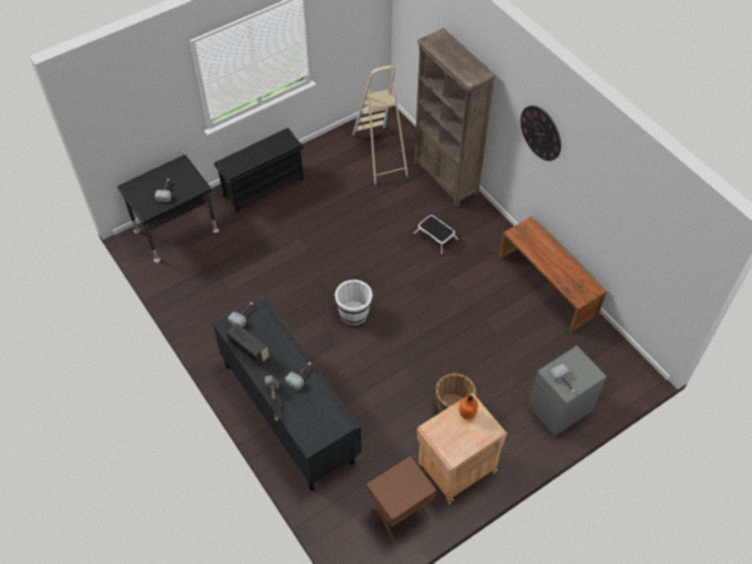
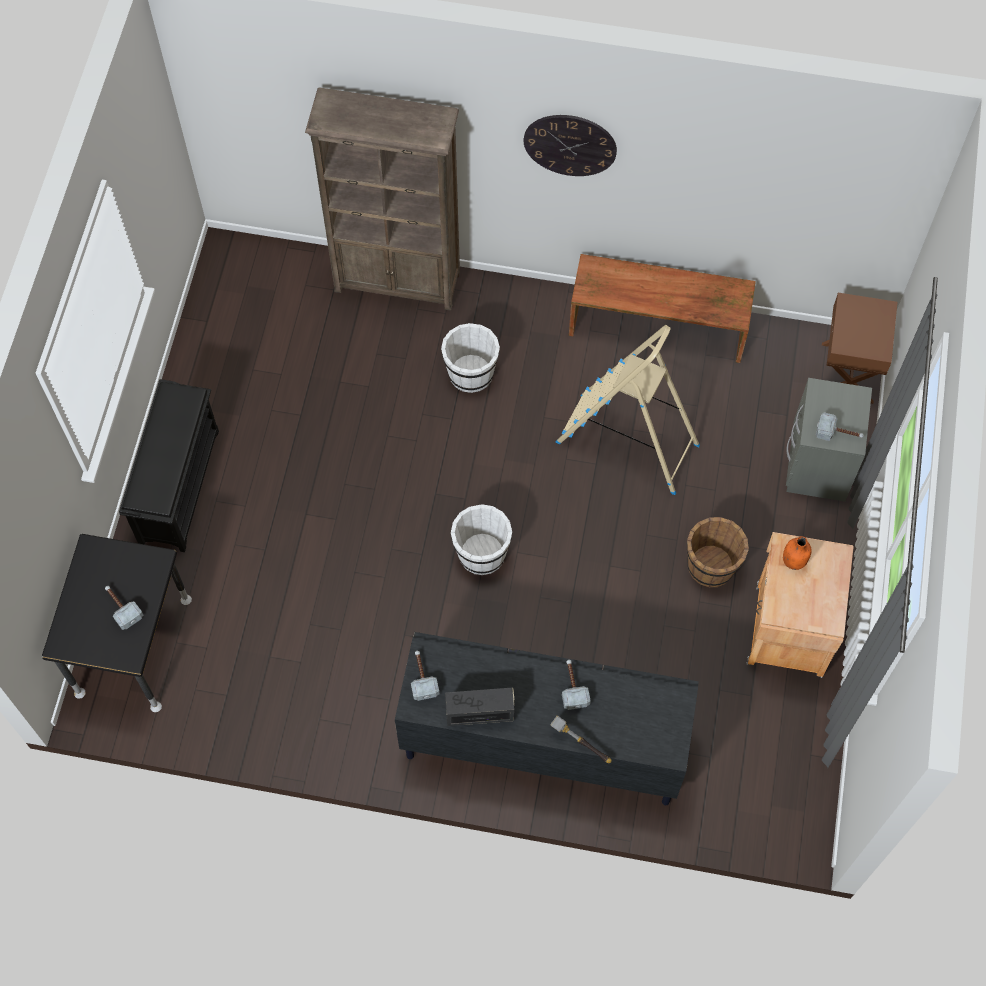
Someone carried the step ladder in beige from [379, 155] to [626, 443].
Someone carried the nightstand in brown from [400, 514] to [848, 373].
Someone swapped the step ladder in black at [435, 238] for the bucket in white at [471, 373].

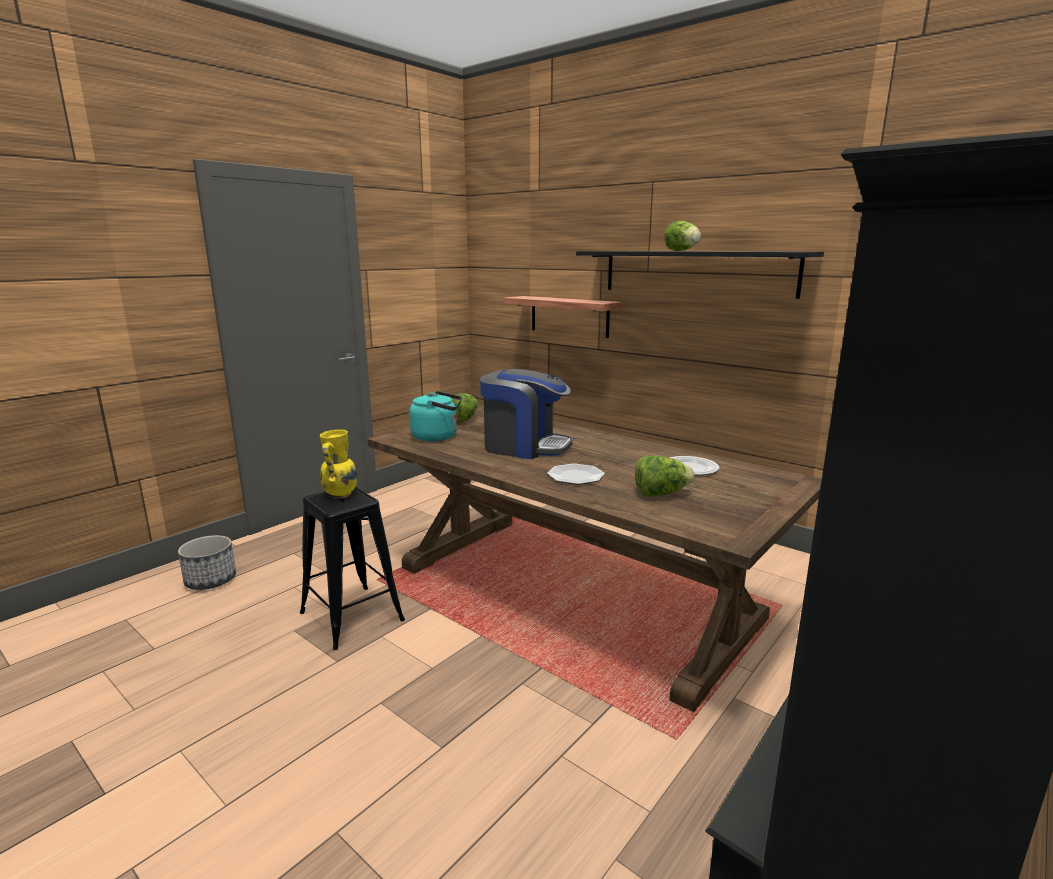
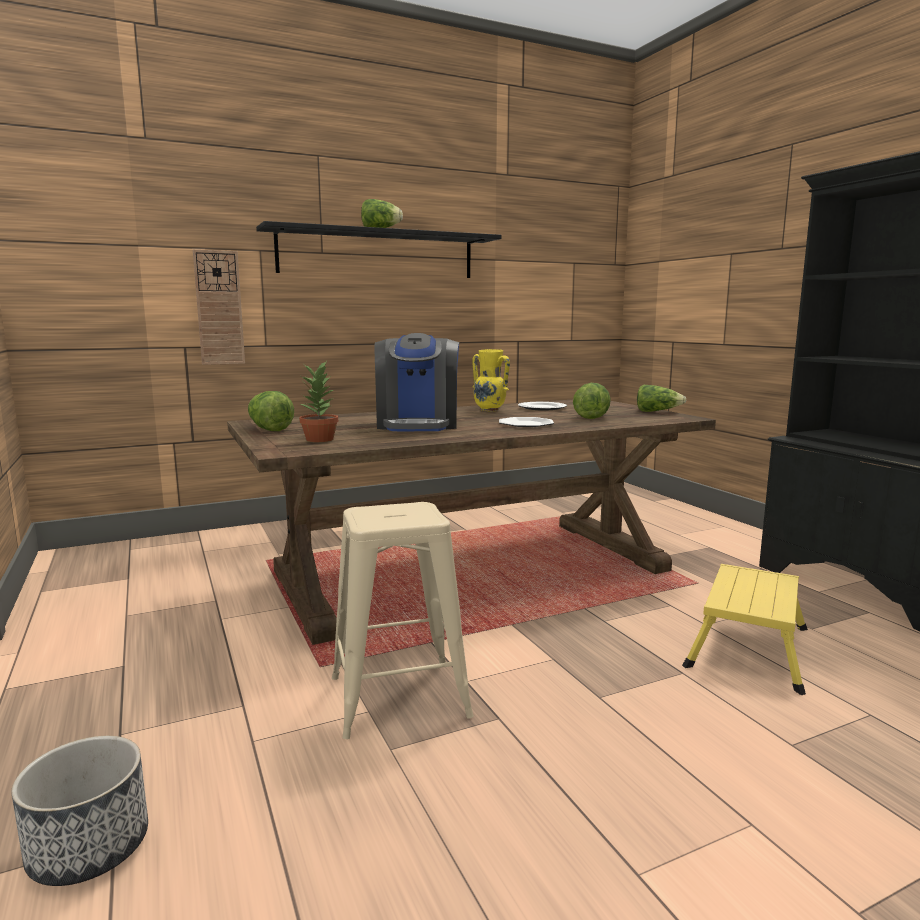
Someone repainted the stool in black at [351, 616], which became the stool in beige at [399, 697].
Someone carried the vase in yellow from [340, 495] to [490, 410].
Someone swapped the kettle in turquoise at [438, 437] for the potted plant at [320, 439].
Someone rotated the coffee machine at [525, 447] by 135 degrees clockwise.
Someone swapped the shelf at [569, 316] for the wall clock at [219, 308].
Someone put down the lettuce at [657, 411].
Someone put down the step ladder in yellow at [748, 647].

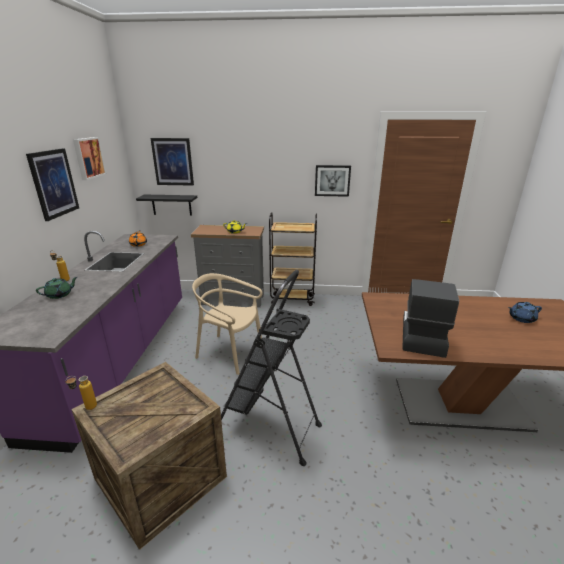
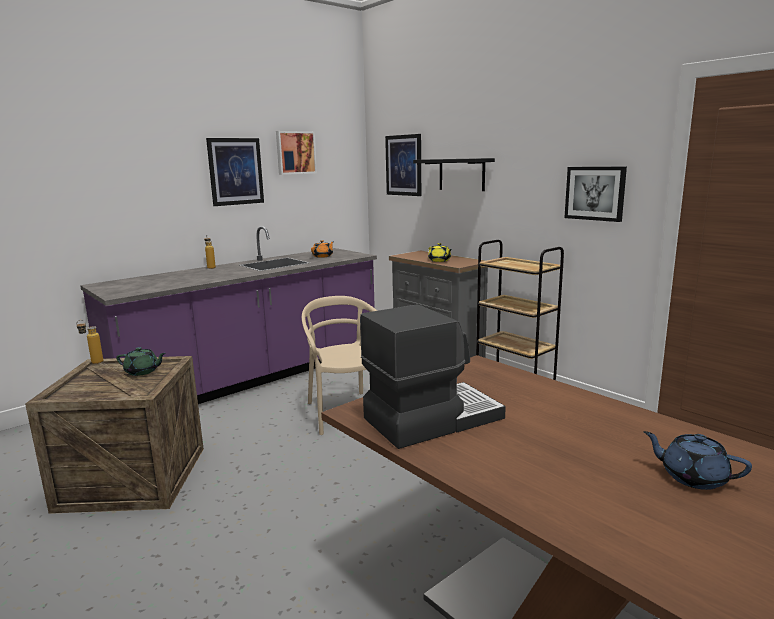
Someone carried the teapot in green from [60, 295] to [142, 371].
Someone carried the shelf in black from [171, 205] to [461, 174].
Someone took away the step ladder at [268, 428].

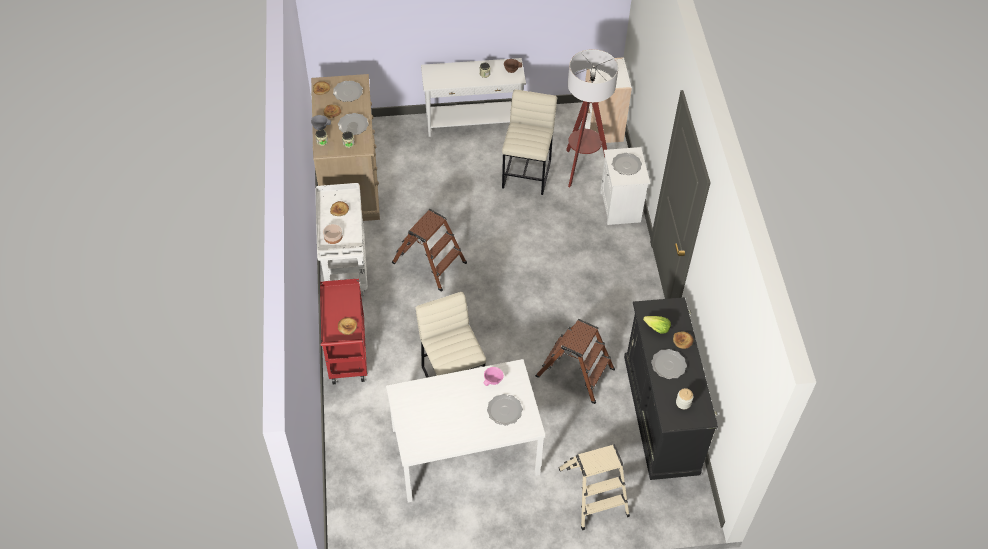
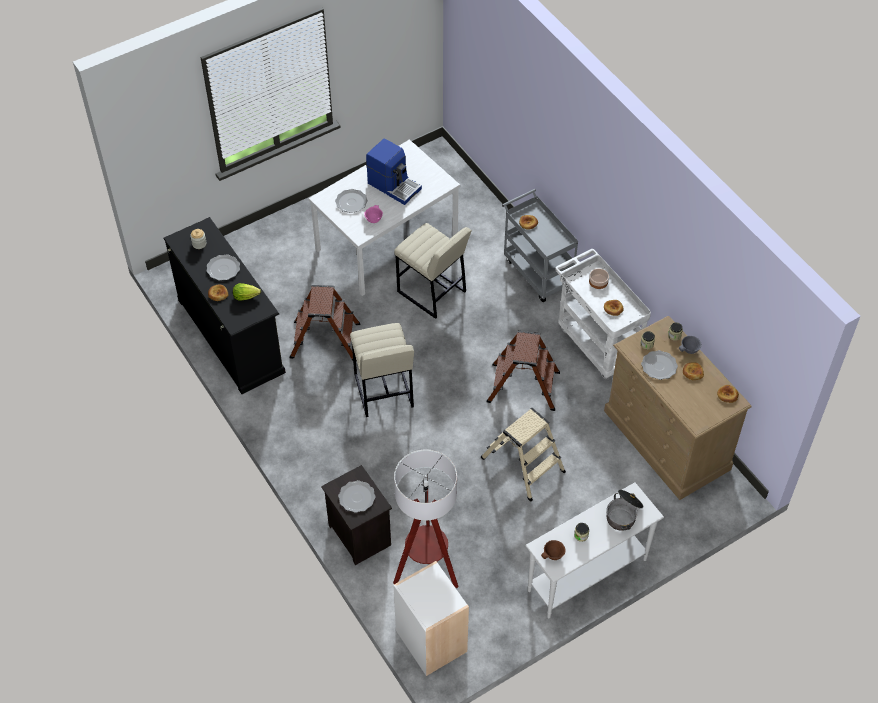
Someone repainted the cart in red at [347, 356], which became the cart in grey at [536, 274].
Someone took away the plate at [348, 92].
Someone carried the chair in beige from [527, 173] to [384, 392].
Someone carried the step ladder in beige from [593, 491] to [522, 464].
Someone repainted the nightstand in white at [621, 207], which became the nightstand in black at [358, 535].
Someone put down the coffee machine at [394, 185].
Someone put down the cooking pot at [623, 514].

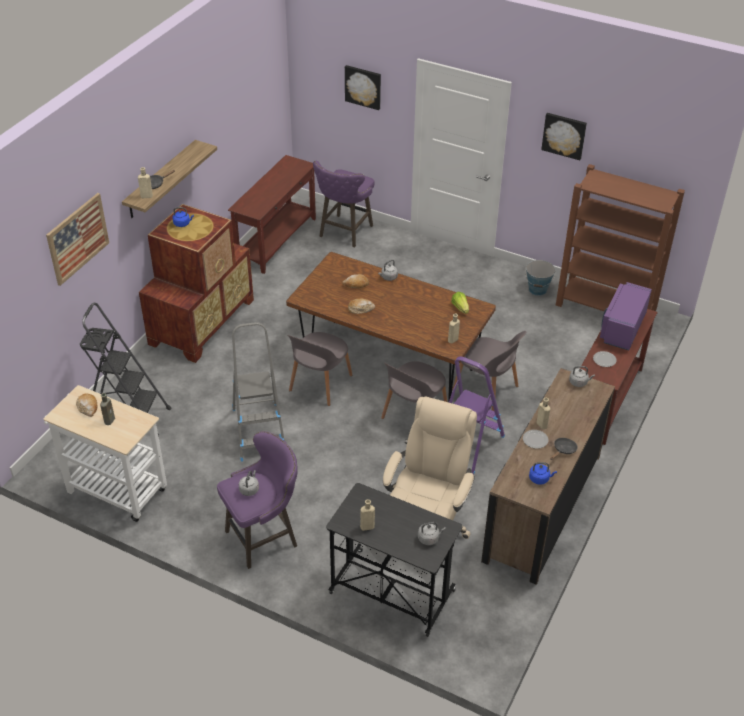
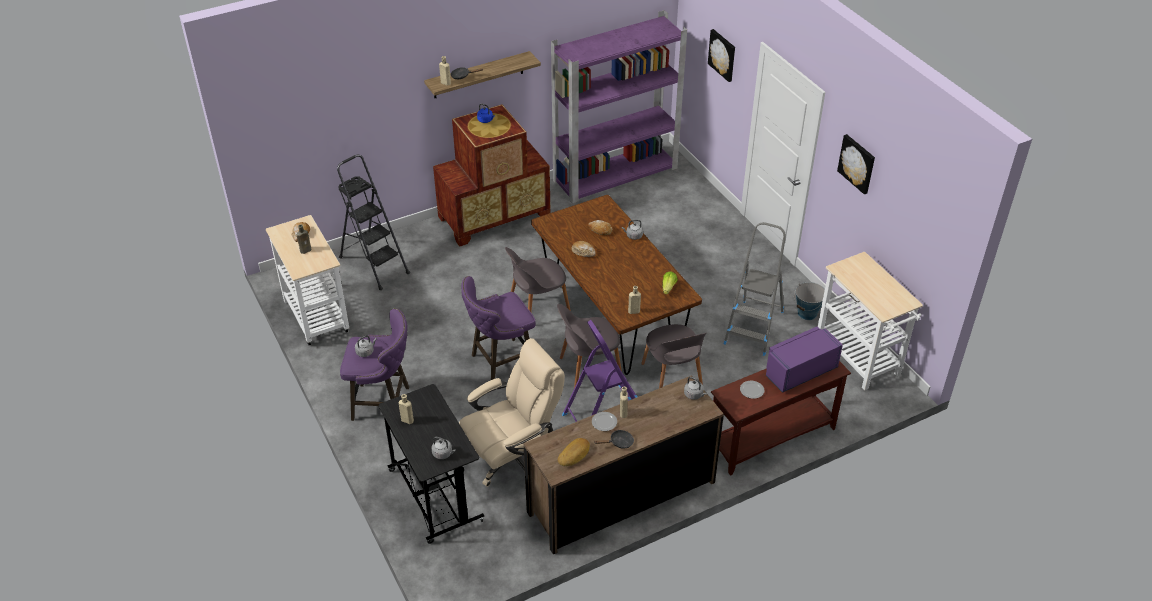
Someone took away the picture at [77, 238].
Someone swapped the console table in brown at [276, 241] for the bookcase in purple at [615, 174].
Someone carried the step ladder in grey from [259, 431] to [753, 327].
Someone carried the stool in purple from [344, 232] to [500, 362].
Someone swapped the kettle in blue at [540, 479] for the bread at [574, 454].
Someone swapped the bookcase in brown at [606, 307] for the cart in white at [858, 358].

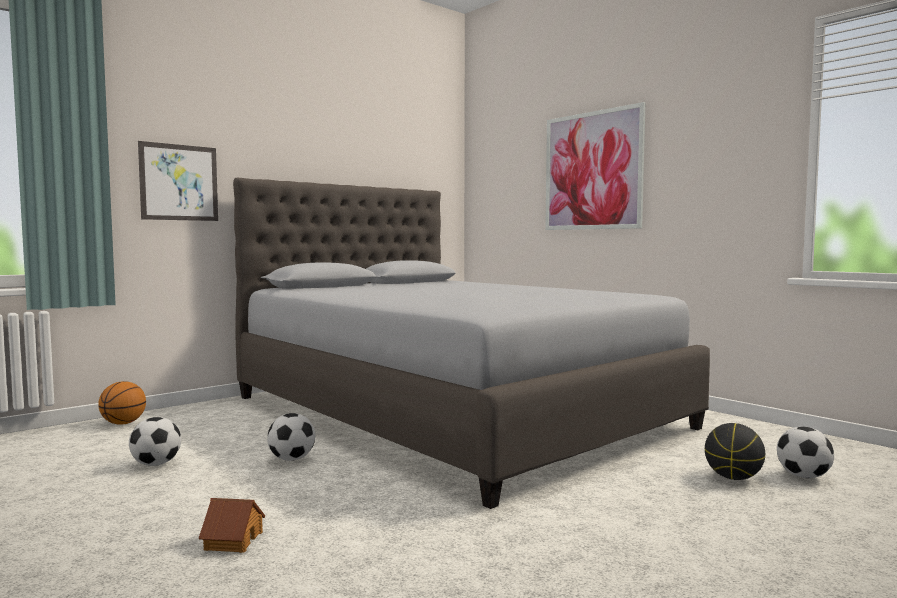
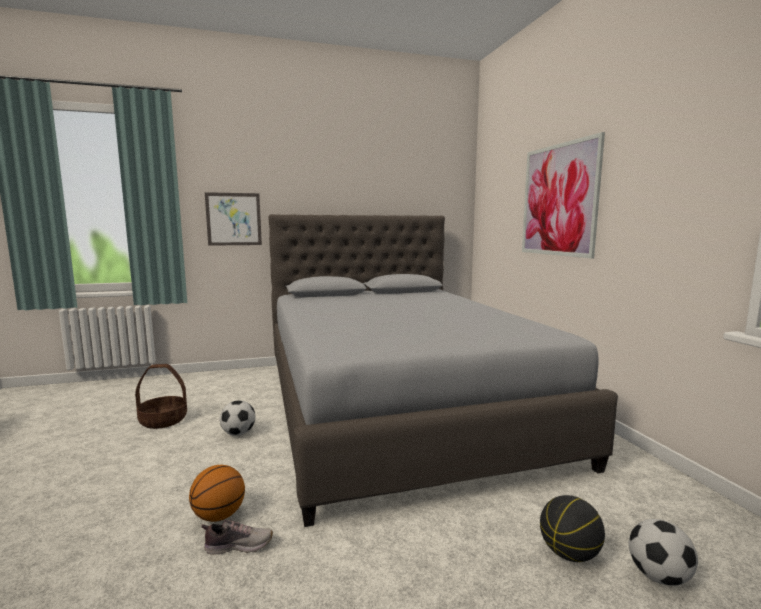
Someone carried the basketball from [123, 423] to [218, 516].
Someone swapped the football at [156, 464] for the basket at [163, 420].
Someone took away the toy house at [233, 540].
Someone put down the shoe at [238, 545].

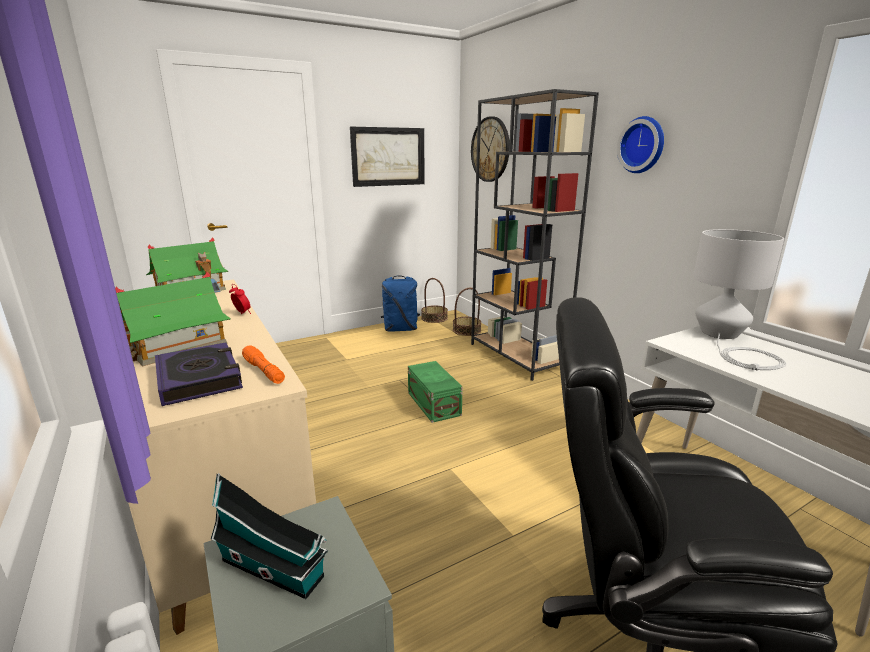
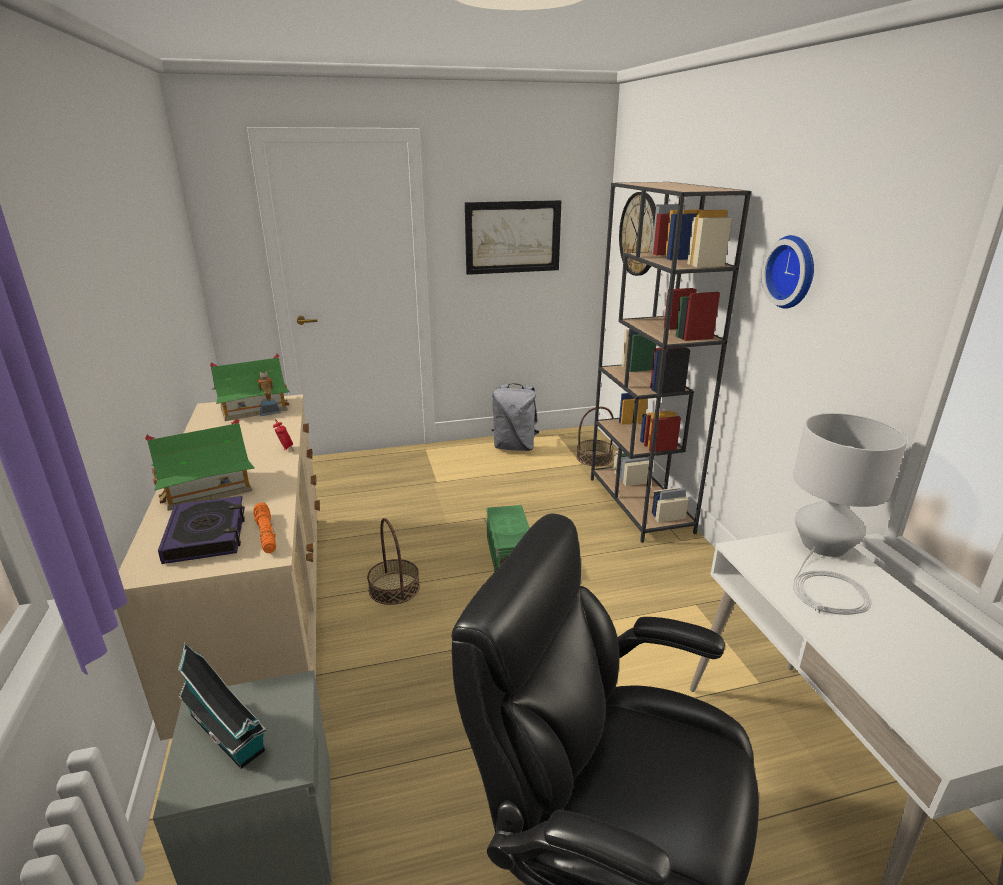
Someone repainted the backpack in blue at [400, 329], which became the backpack in grey at [515, 447].
Someone carried the basket from [434, 318] to [394, 588].

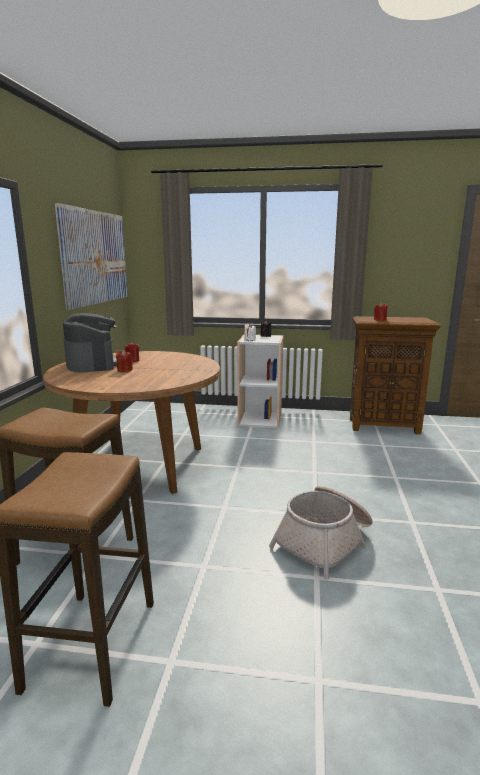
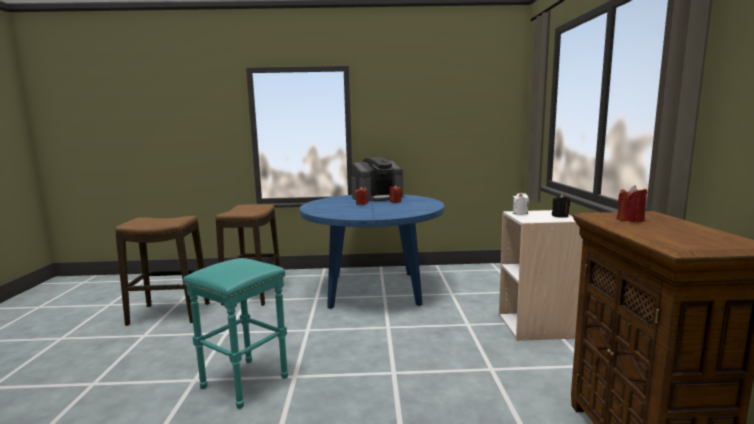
Someone repainted the dining table in brown at [141, 465], which became the dining table in blue at [374, 289].
Someone took away the picture at [95, 257].
Someone swapped the basket at [325, 542] for the stool in turquoise at [244, 383].

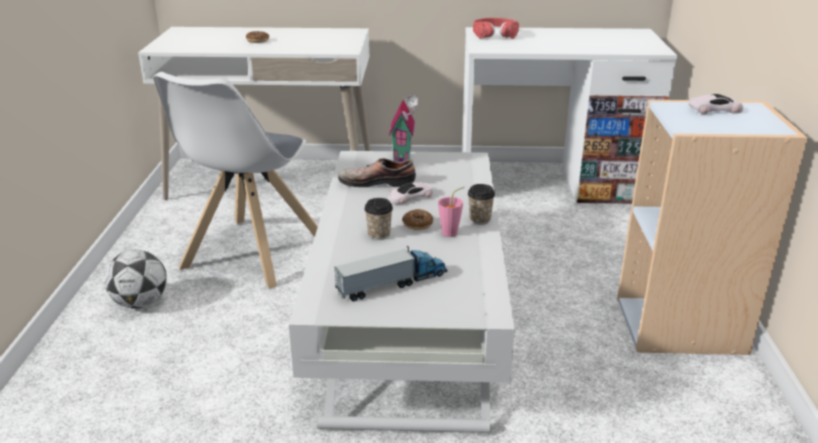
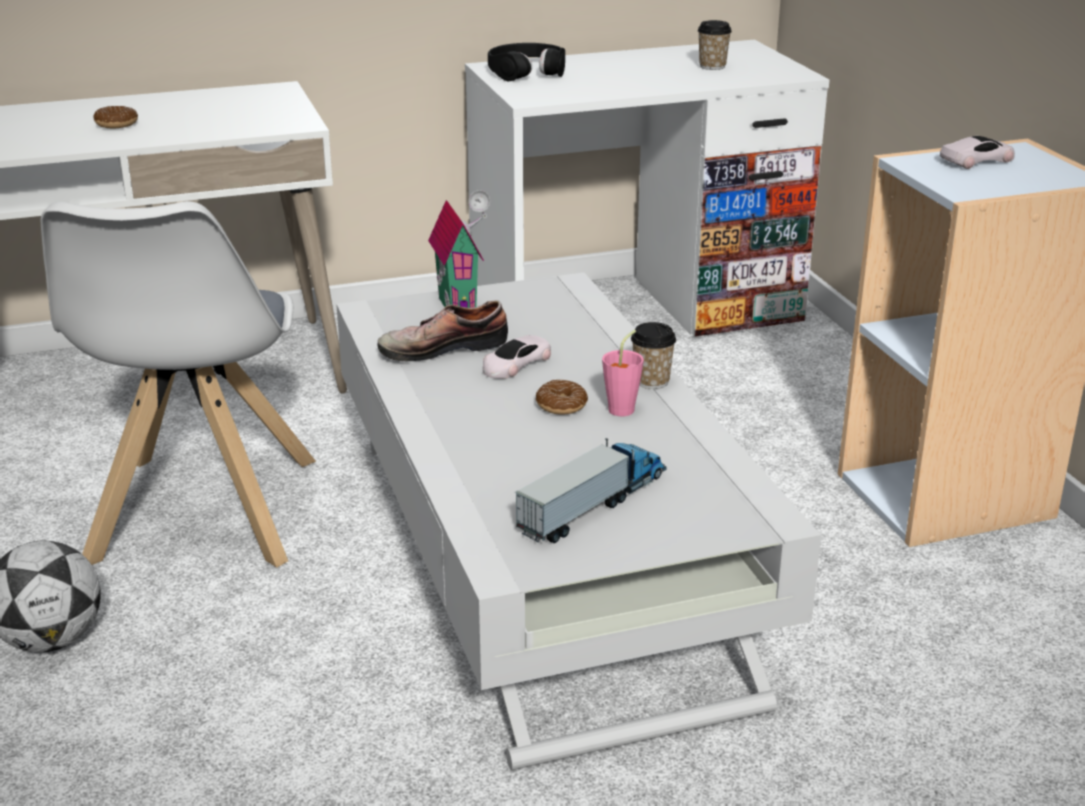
Someone carried the cup from [379, 235] to [712, 66].
Someone repainted the headphones in red at [495, 34], which became the headphones in black at [526, 72].

